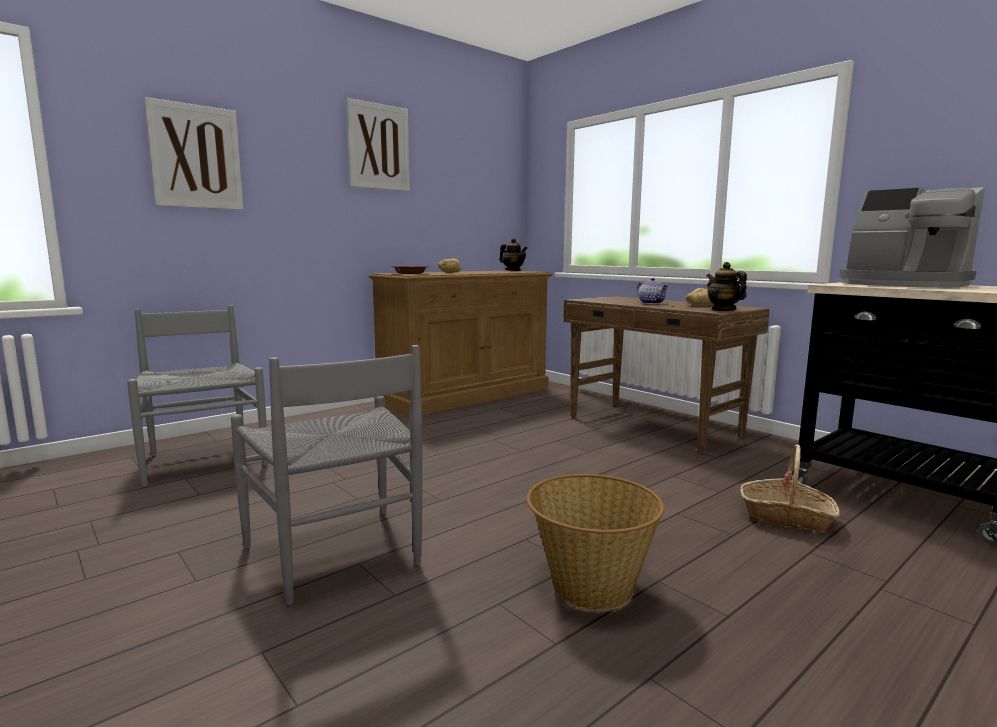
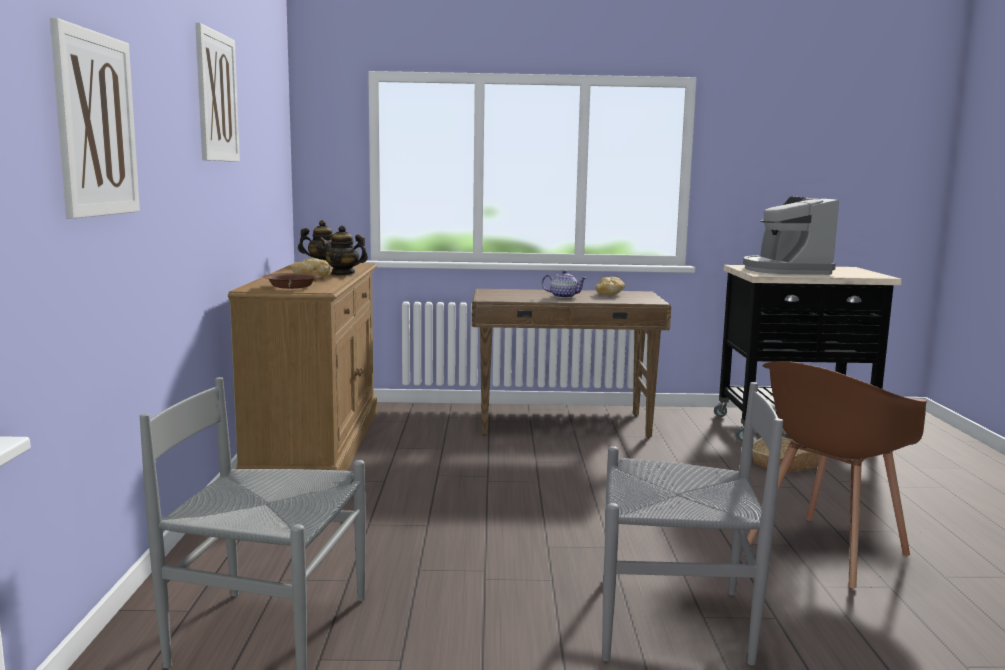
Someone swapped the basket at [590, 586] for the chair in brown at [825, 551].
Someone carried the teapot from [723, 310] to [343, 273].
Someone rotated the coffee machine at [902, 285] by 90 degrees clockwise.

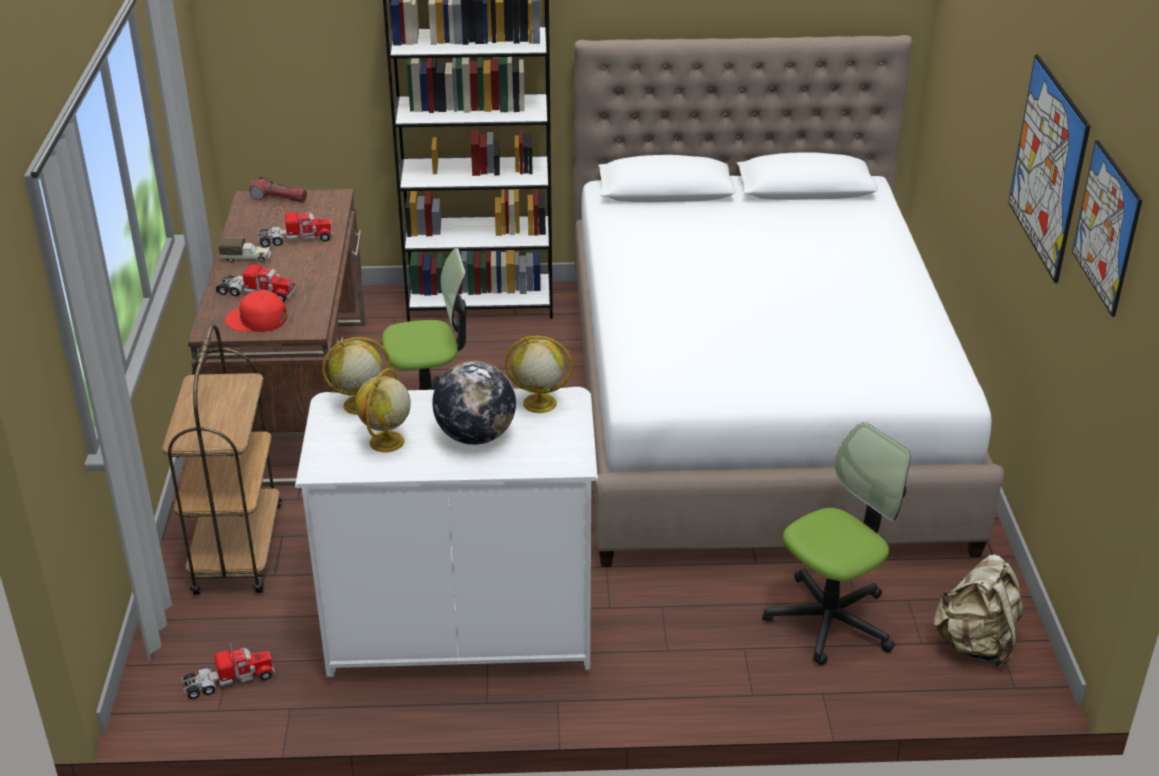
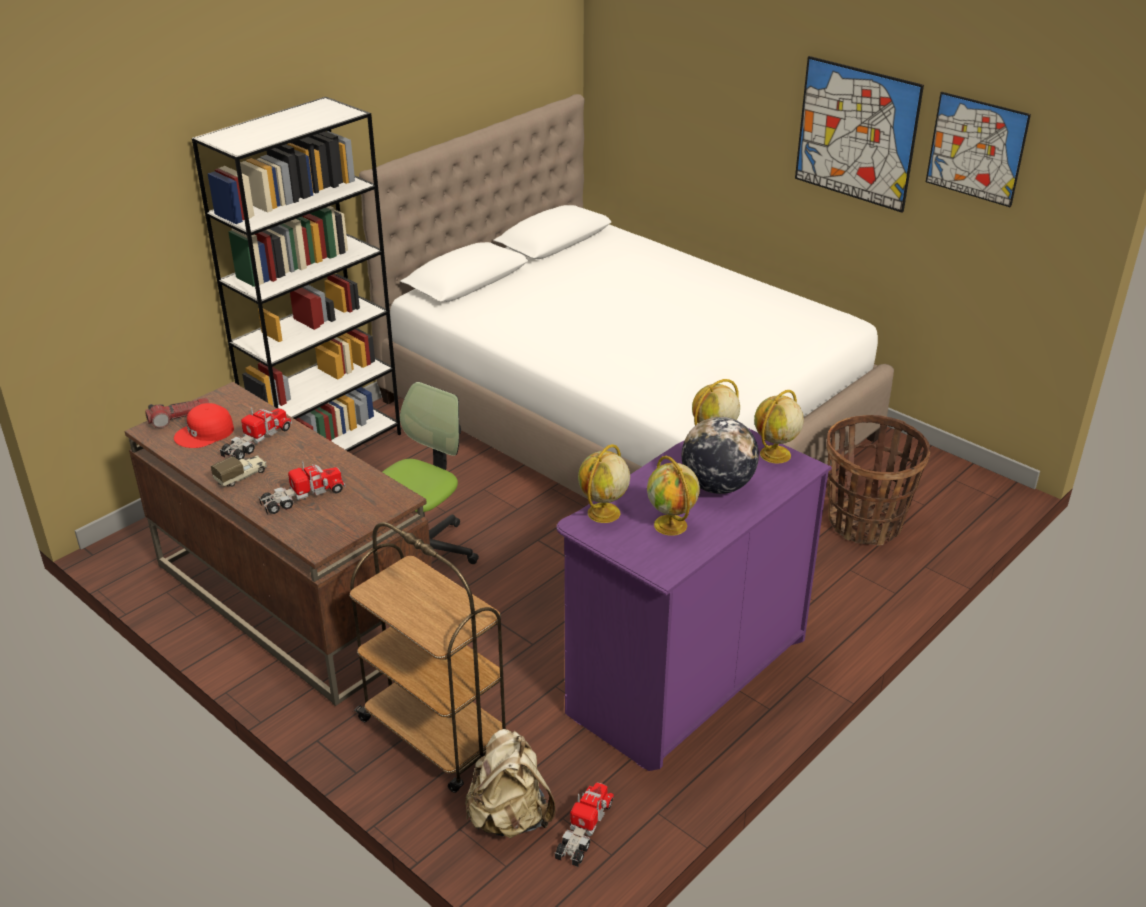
Someone carried the cap in red from [256, 320] to [205, 433].
Someone repainted the dresser in white at [460, 634], which became the dresser in purple at [684, 679].
Someone swapped the office chair at [830, 620] for the basket at [865, 523].
Someone carried the backpack in beige from [975, 644] to [509, 817].
Someone put down the globe at [775, 455].

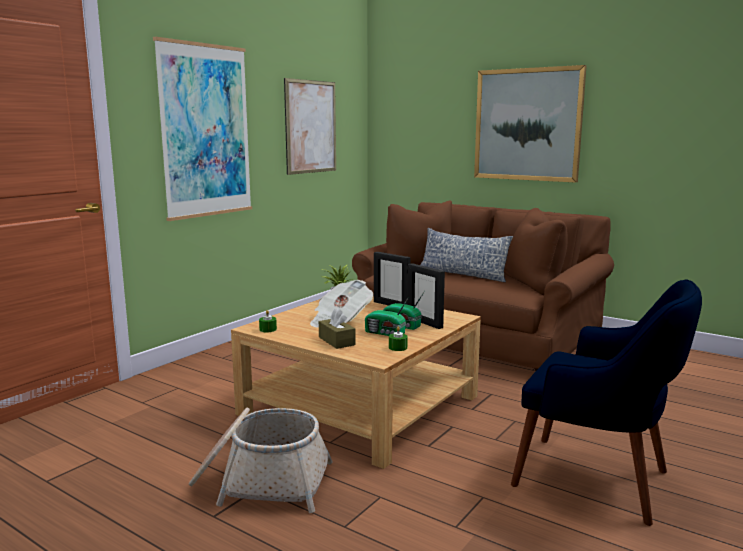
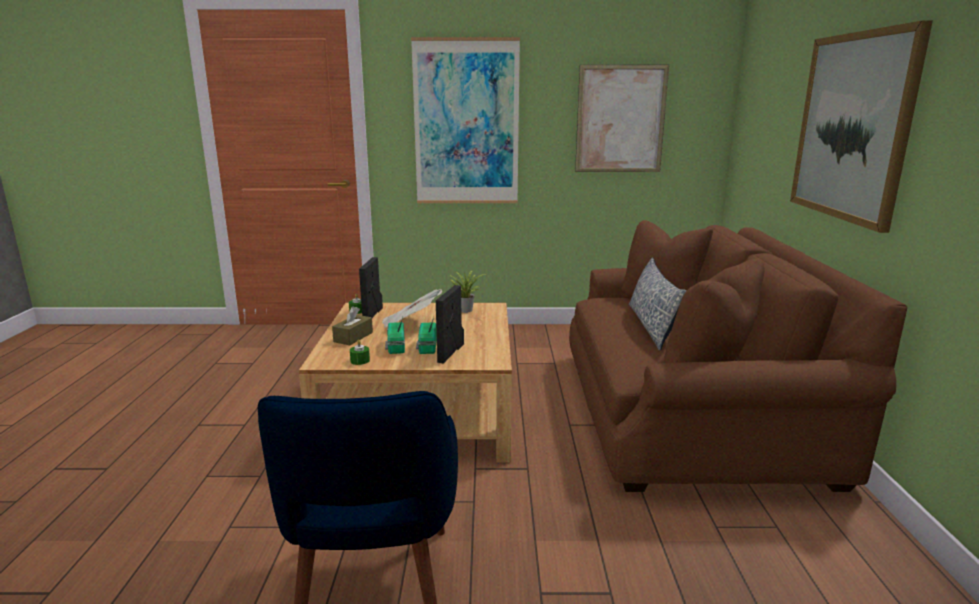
Someone took away the basket at [261, 482].
Someone carried the picture frame from [392, 305] to [373, 315].

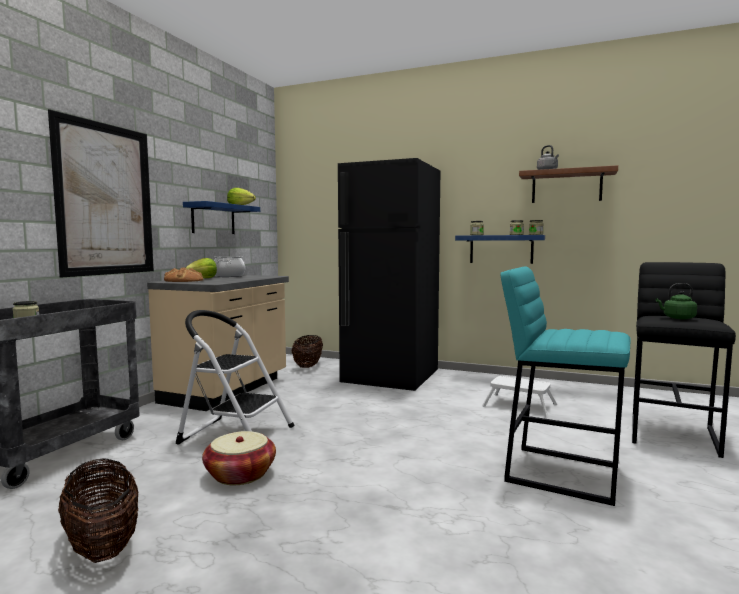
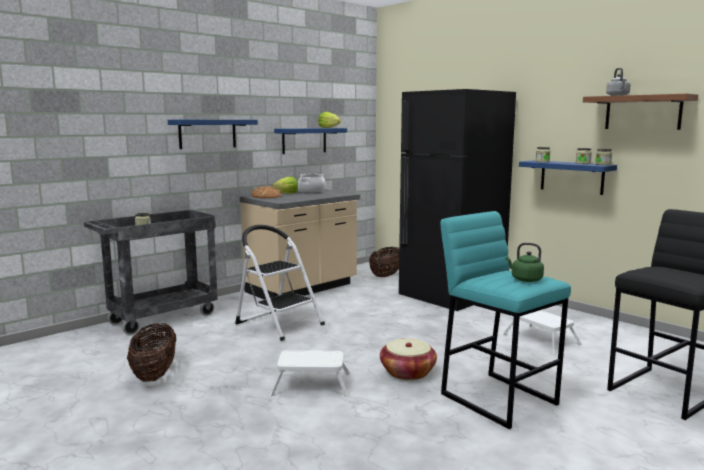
Someone swapped the picture at [106, 199] for the shelf in blue at [207, 134].
Someone carried the basket from [240, 474] to [407, 372].
Someone carried the kettle in green from [677, 318] to [525, 279].
Someone put down the step ladder in white at [311, 384].

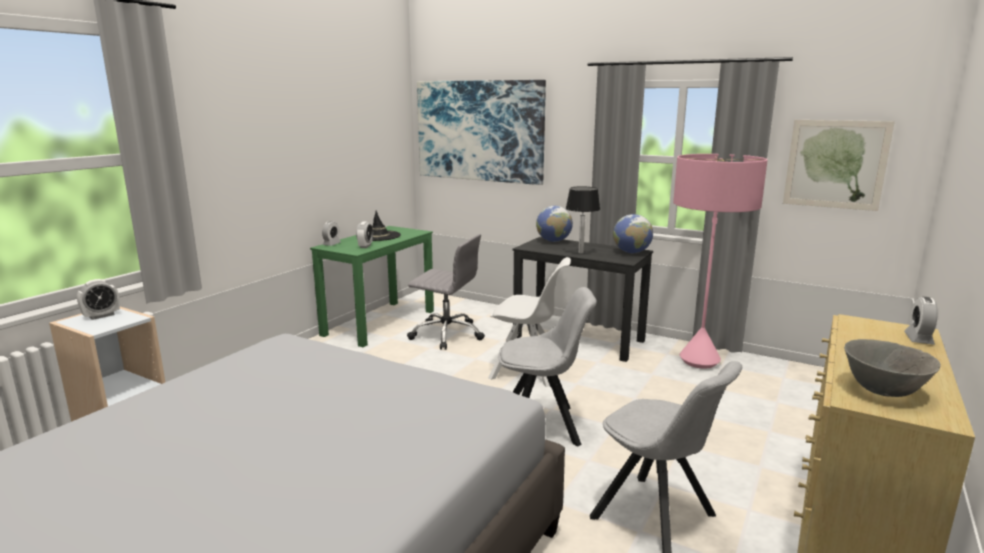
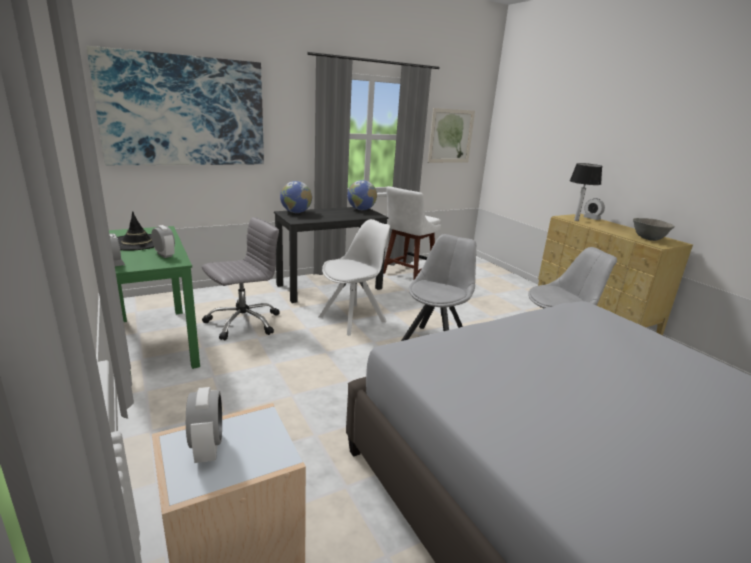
Someone carried the table lamp from [581, 253] to [576, 220].
Someone swapped the floor lamp in pink at [699, 362] for the chair in white at [407, 274].

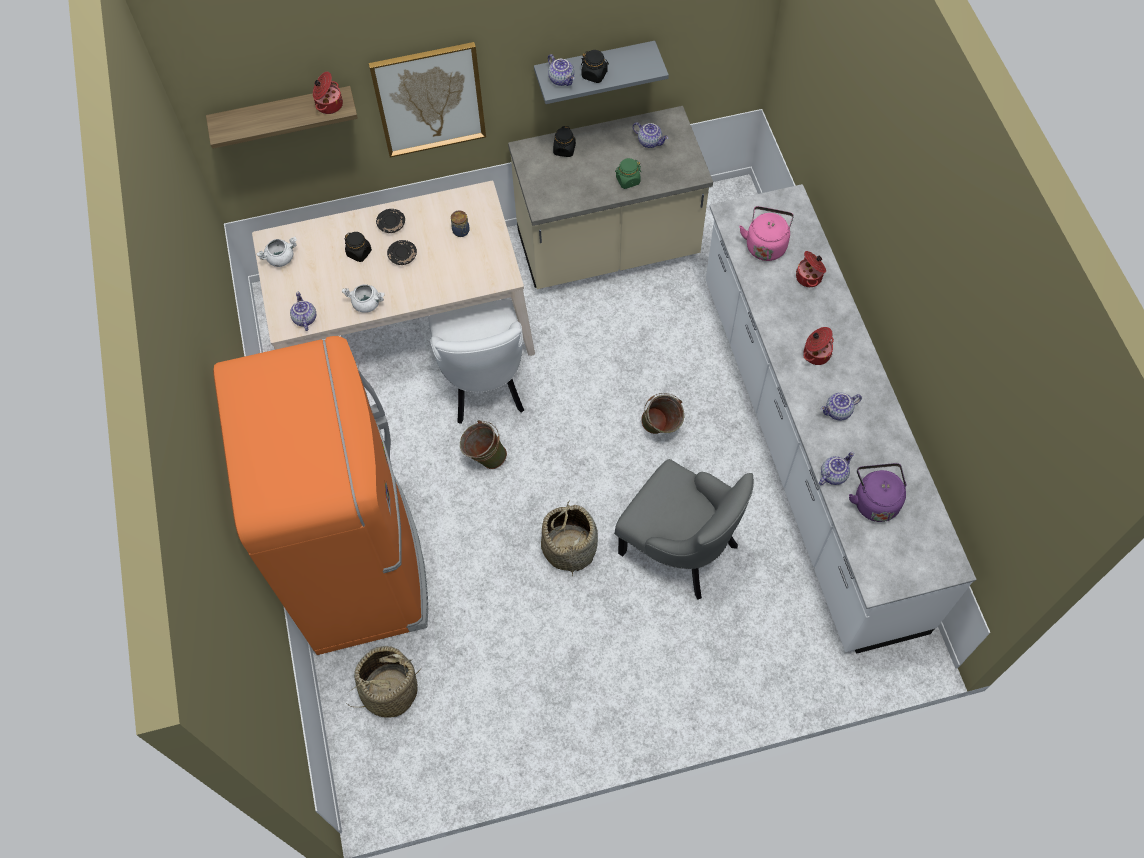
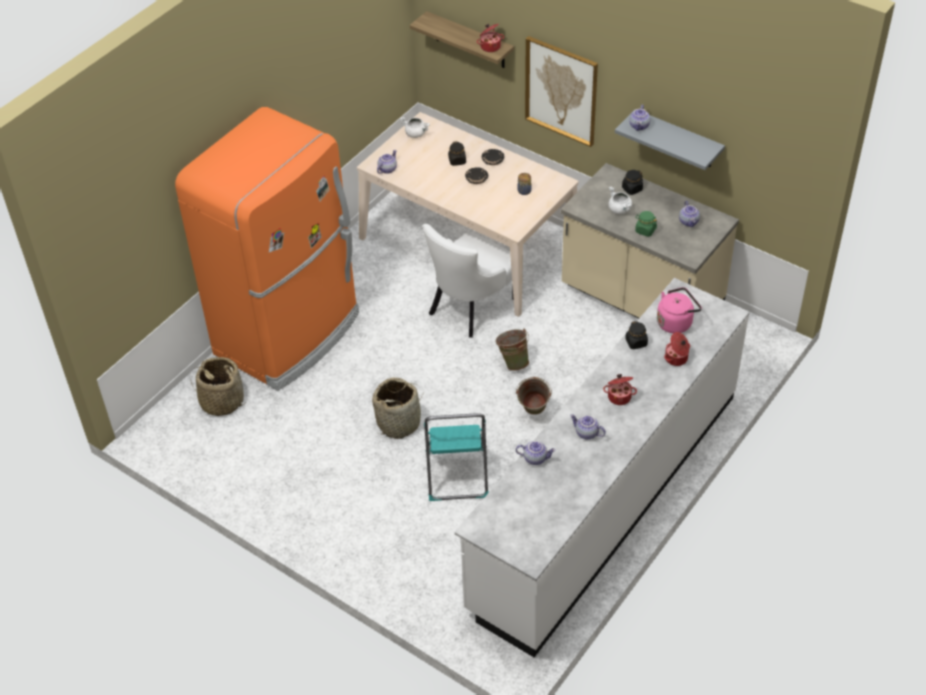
Someone carried the cooking pot in white from [367, 303] to [620, 209].
Someone carried the bucket in green from [484, 458] to [513, 362].
Someone carried the jar in black from [594, 74] to [636, 342].
Someone swapped the chair in grey at [678, 546] for the step ladder in turquoise at [456, 476].
Someone took away the kettle in purple at [874, 500].

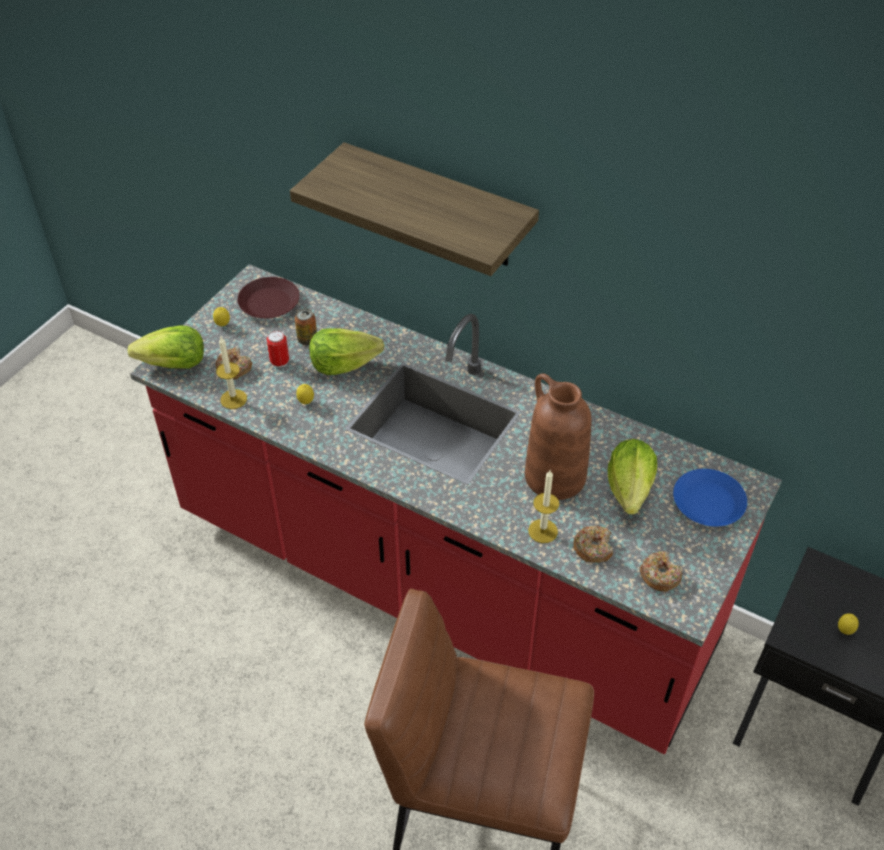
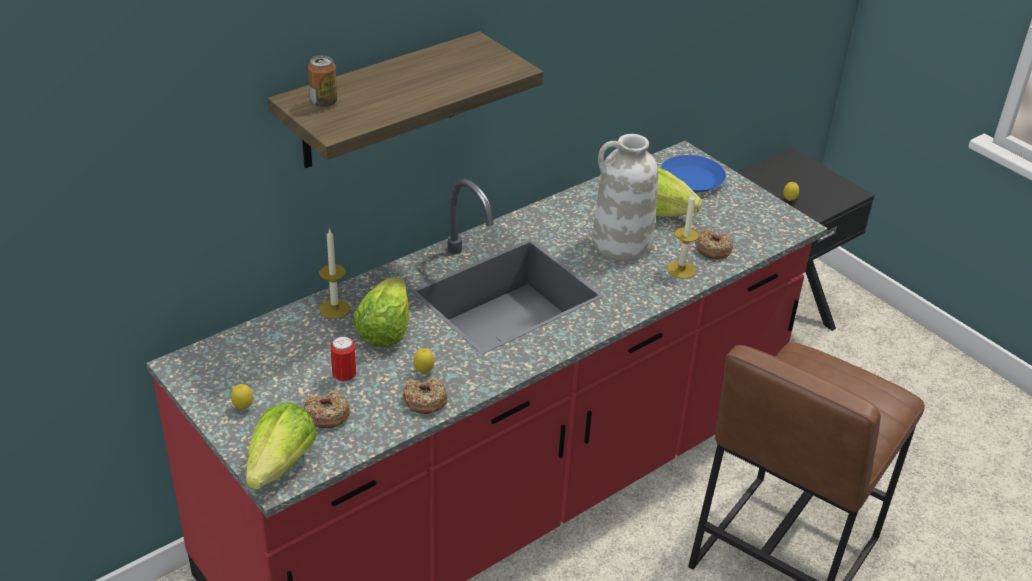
Someone carried the candle from [233, 399] to [334, 309].
Someone took away the plate in brown at [269, 303].
Someone carried the can from [307, 340] to [323, 102].
Someone repainted the vase in brown at [553, 476], which became the vase in white at [621, 245].
Someone carried the donut from [660, 575] to [425, 401].

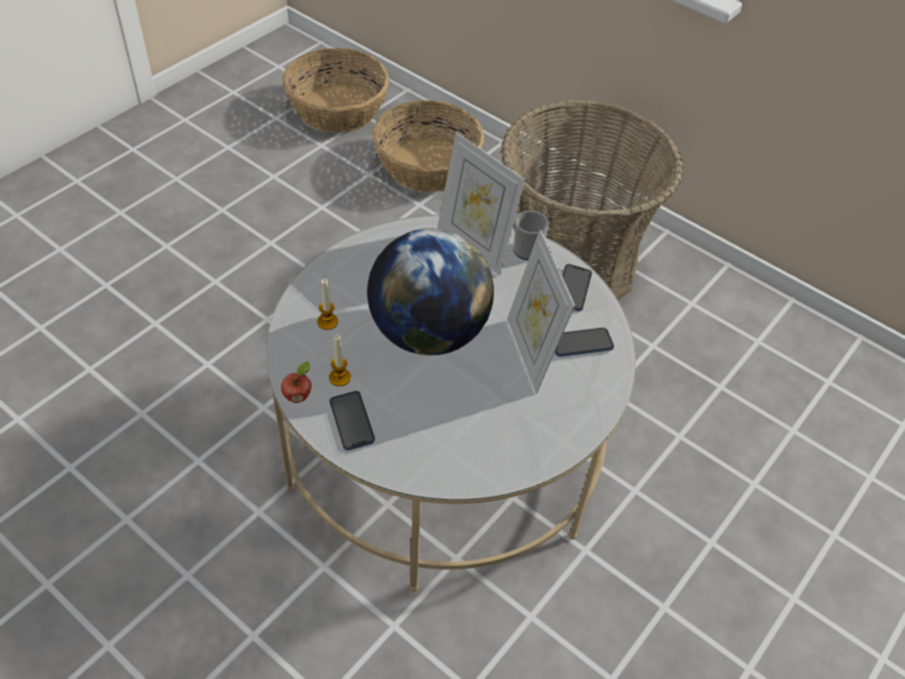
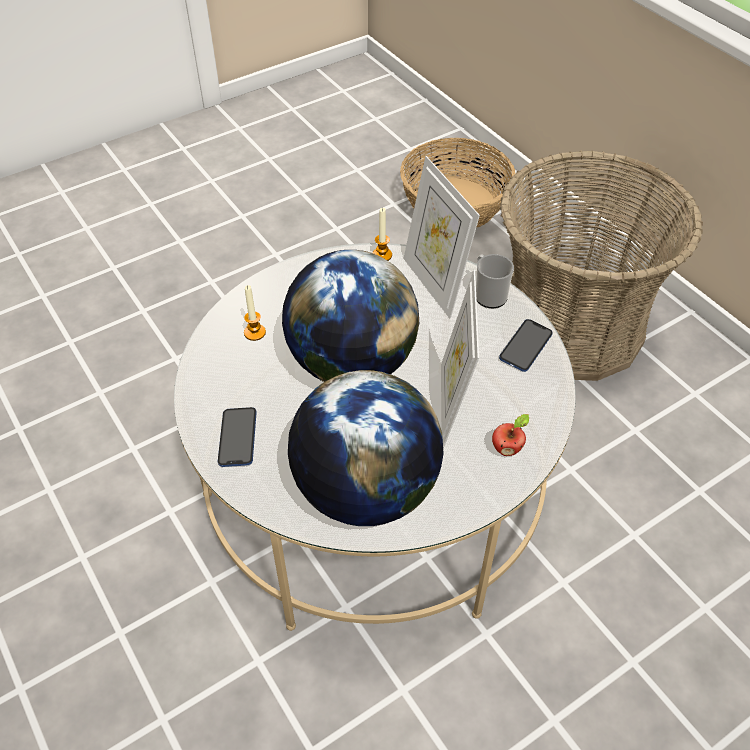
Someone carried the apple from [298, 396] to [507, 449].
Someone took away the basket at [336, 109].
Someone carried the candle from [340, 377] to [382, 255].
Someone took away the phone at [581, 343].
Someone put down the globe at [365, 490].

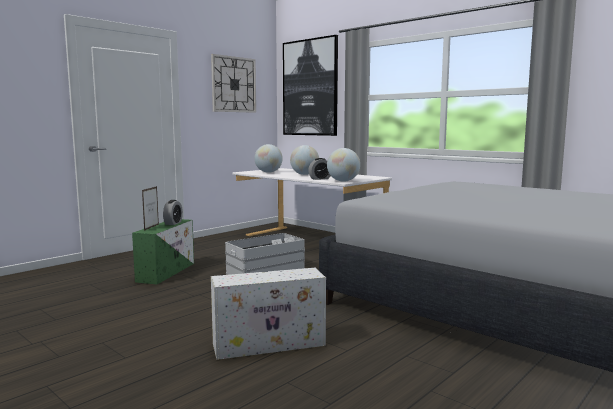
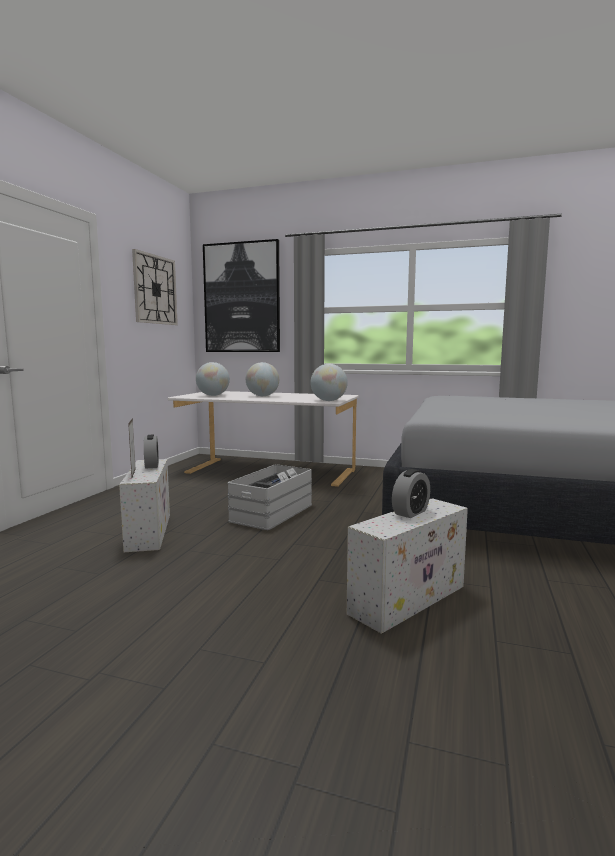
Someone repainted the storage box in green at [167, 272], which became the storage box in white at [149, 531].
Someone carried the alarm clock from [320, 179] to [410, 512].

